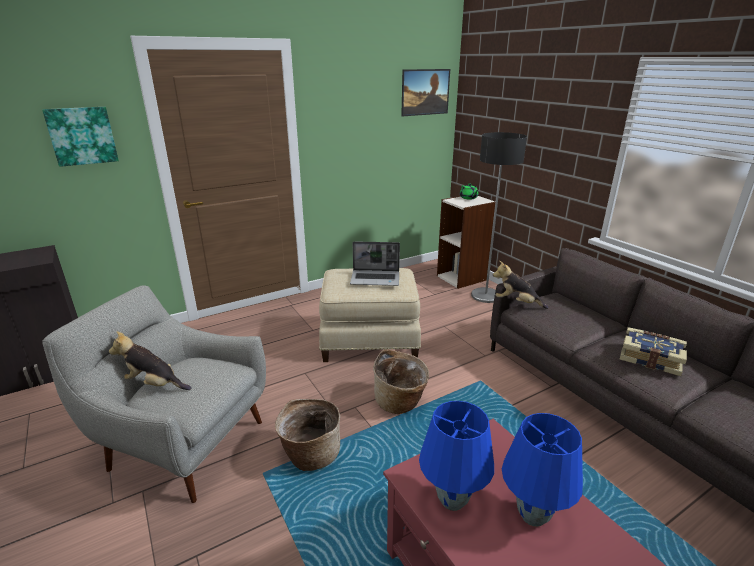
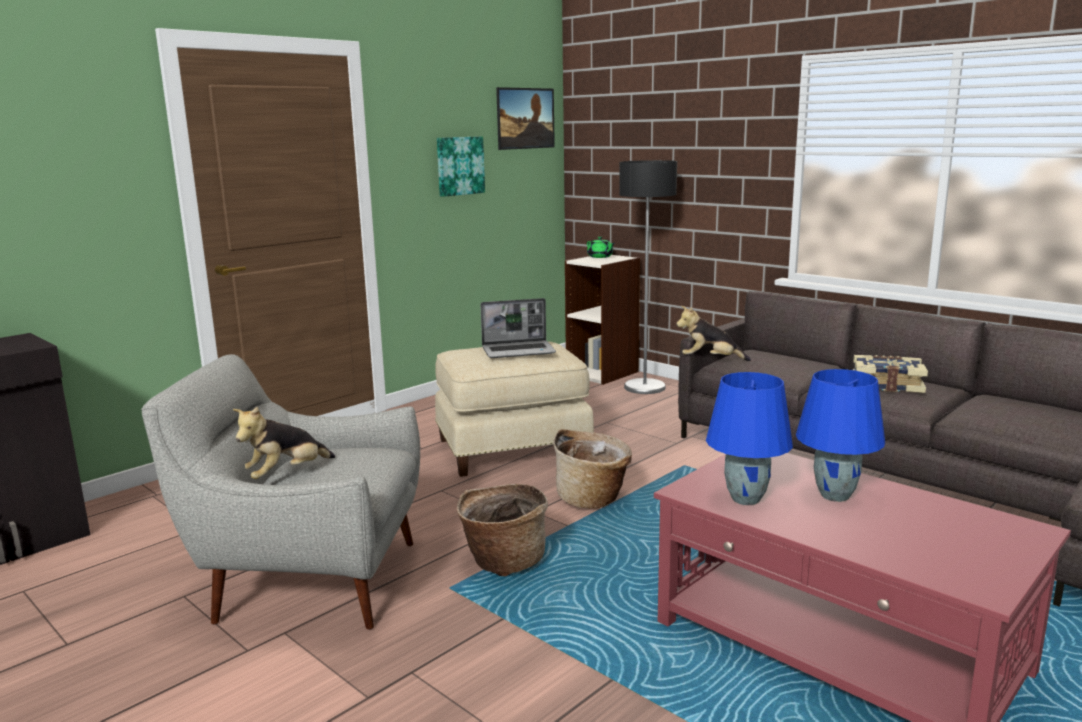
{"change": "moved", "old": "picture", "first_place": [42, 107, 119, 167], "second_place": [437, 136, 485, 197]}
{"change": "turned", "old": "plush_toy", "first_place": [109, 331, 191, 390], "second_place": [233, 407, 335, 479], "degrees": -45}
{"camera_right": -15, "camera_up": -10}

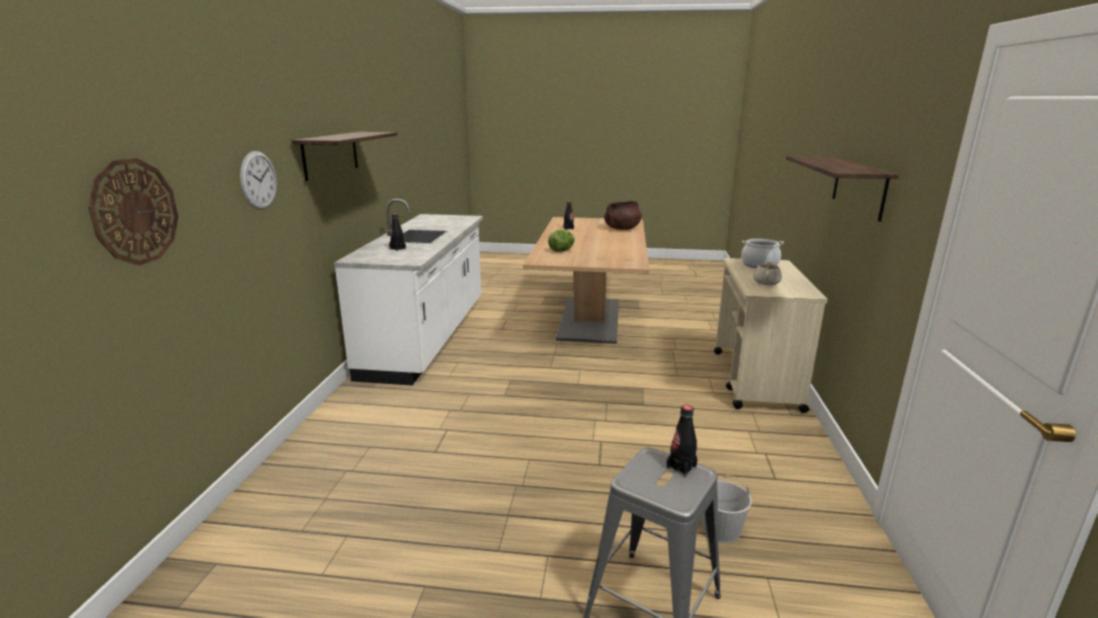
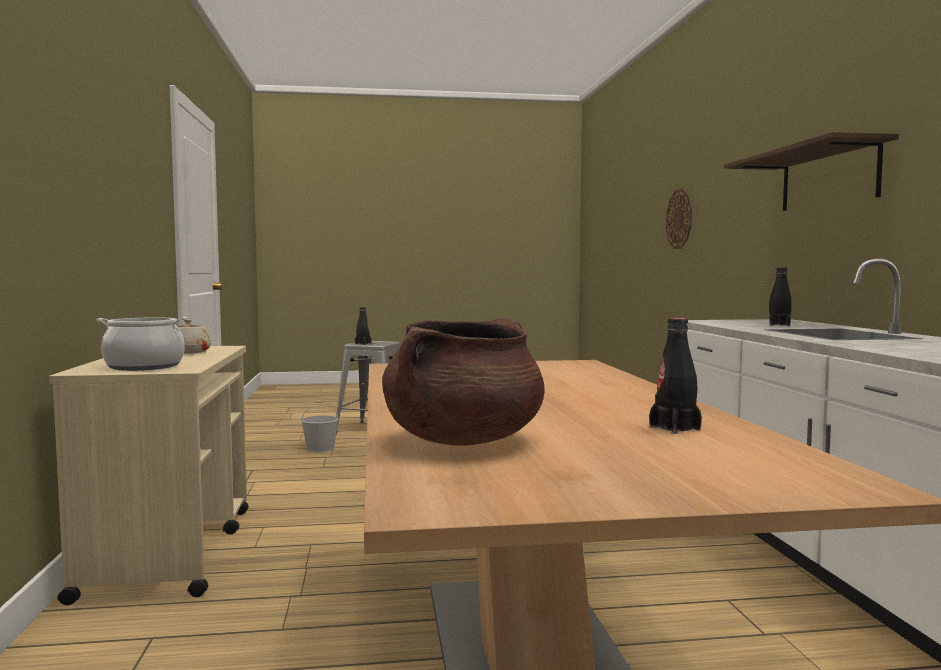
{"change": "removed", "old": "wall_clock", "first_place": [240, 151, 277, 210]}
{"change": "removed", "old": "lettuce", "first_place": [548, 230, 575, 252]}
{"change": "removed", "old": "shelf", "first_place": [786, 156, 899, 221]}
{"camera_right": 165, "camera_up": -15}

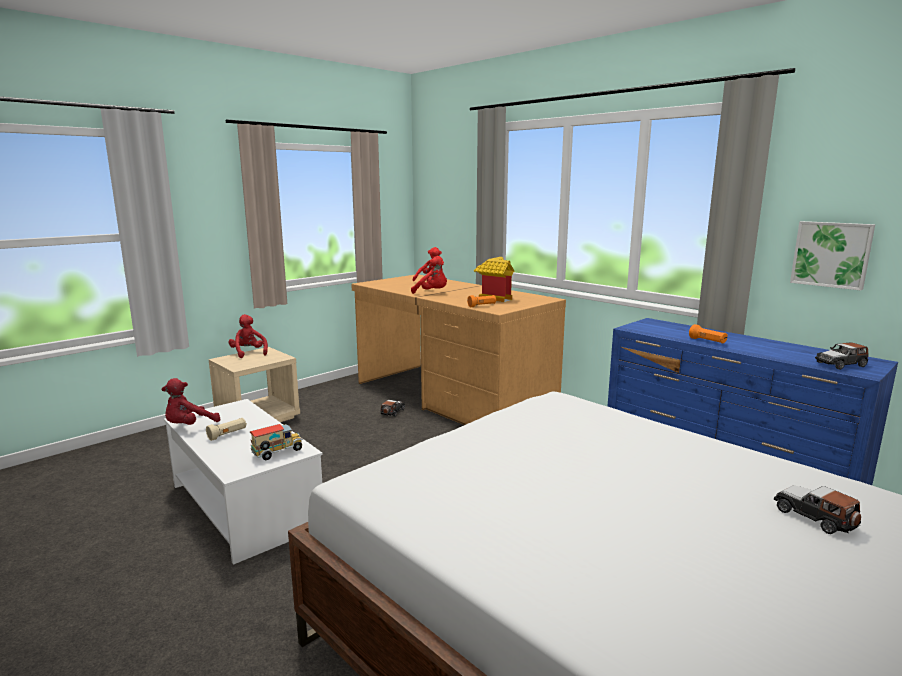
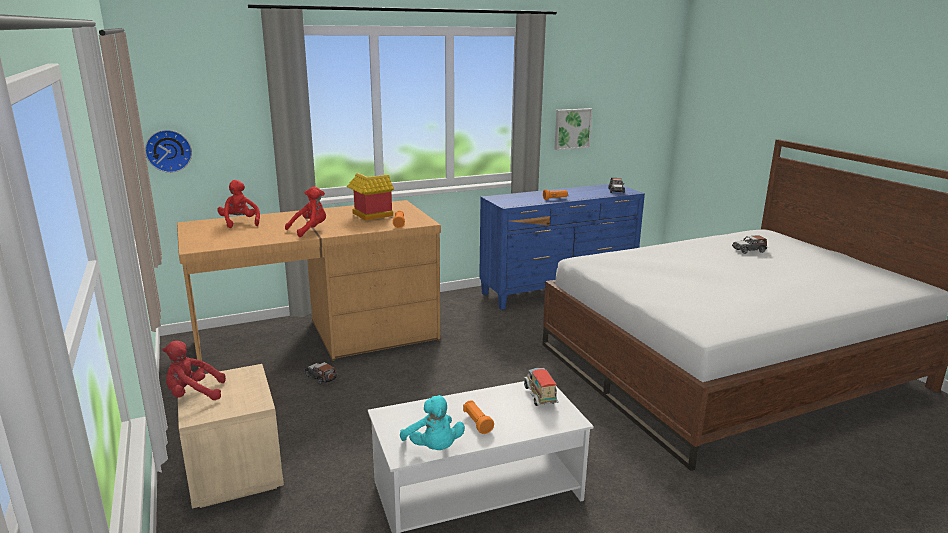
{"change": "added", "new": "wall_clock", "second_place": [145, 130, 192, 173]}
{"change": "recoloured", "old": "red_plush_toy", "new": "turquoise_plush_toy", "first_place": [161, 378, 220, 425], "second_place": [400, 395, 465, 450]}
{"change": "recoloured", "old": "beige_flashlight", "new": "orange_flashlight", "first_place": [206, 418, 247, 441], "second_place": [463, 400, 494, 434]}
{"camera_right": -70, "camera_up": 5}

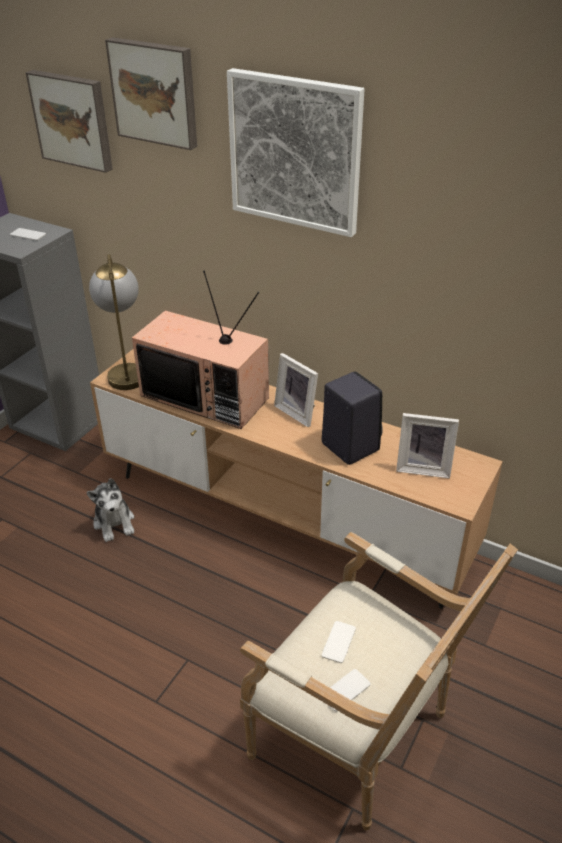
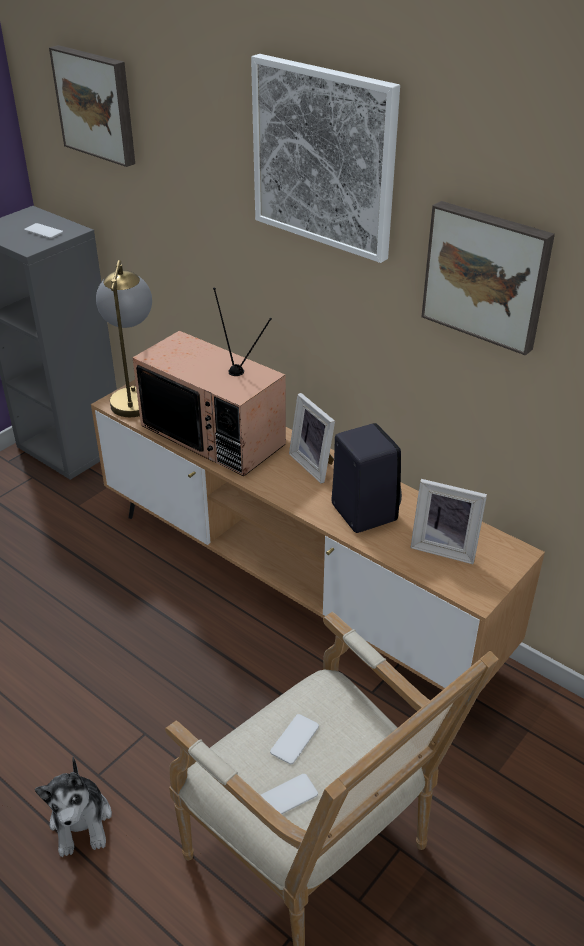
{"change": "moved", "old": "plush_toy", "first_place": [86, 478, 134, 542], "second_place": [35, 757, 112, 857]}
{"change": "moved", "old": "picture", "first_place": [105, 37, 197, 150], "second_place": [421, 201, 555, 356]}
{"camera_right": 10, "camera_up": 0}

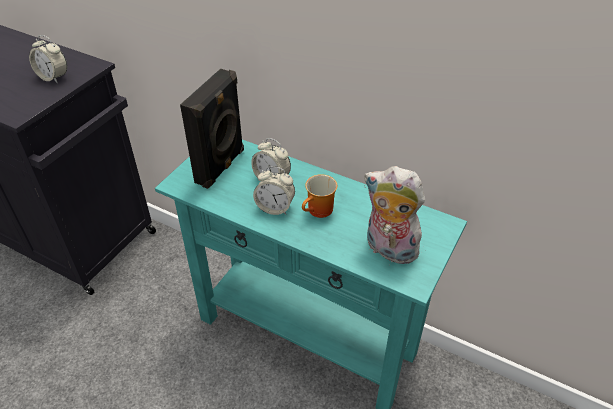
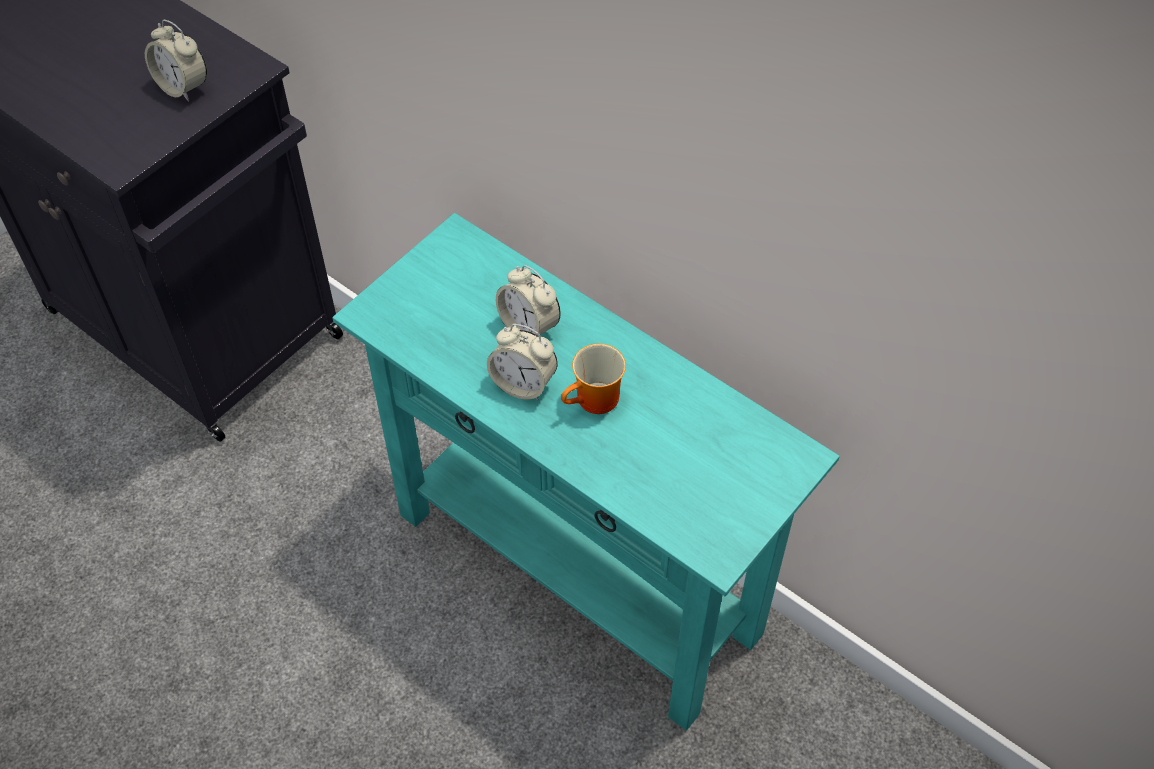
{"change": "removed", "old": "black_speaker", "first_place": [180, 69, 244, 189]}
{"change": "removed", "old": "plush_toy", "first_place": [364, 166, 425, 264]}
{"camera_right": 10, "camera_up": 10}

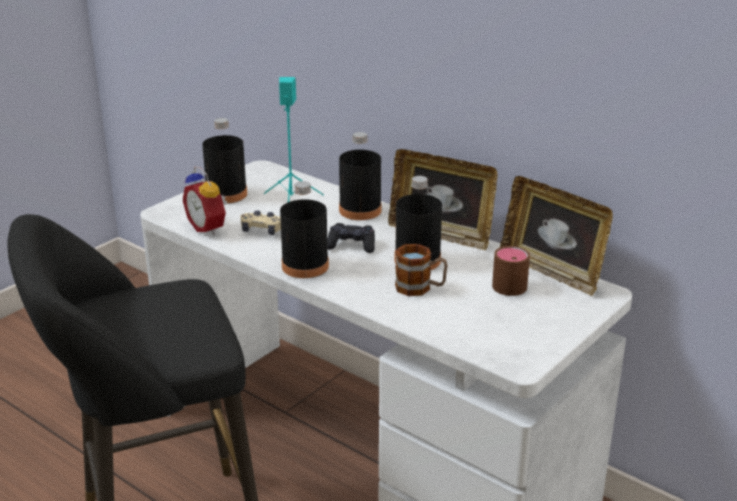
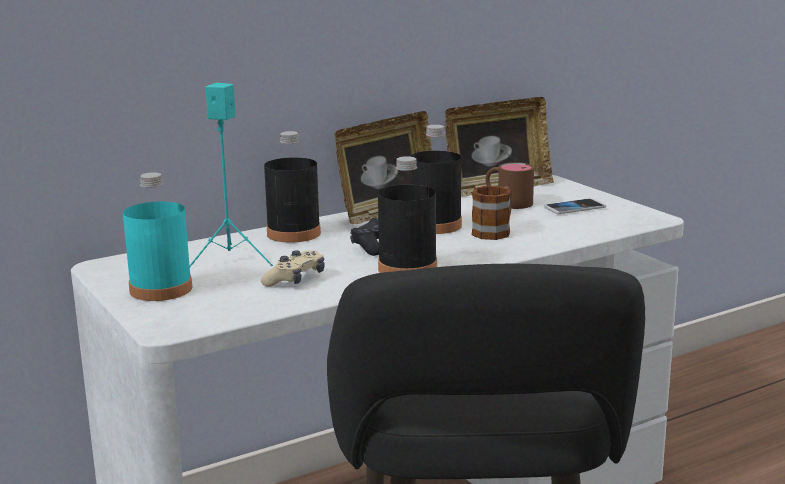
{"change": "removed", "old": "alarm_clock", "first_place": [183, 166, 227, 235]}
{"change": "added", "new": "phone", "second_place": [544, 199, 606, 214]}
{"change": "recoloured", "old": "black_bottle", "new": "turquoise_bottle", "first_place": [202, 118, 247, 204], "second_place": [123, 172, 192, 301]}
{"camera_right": -70, "camera_up": -10}

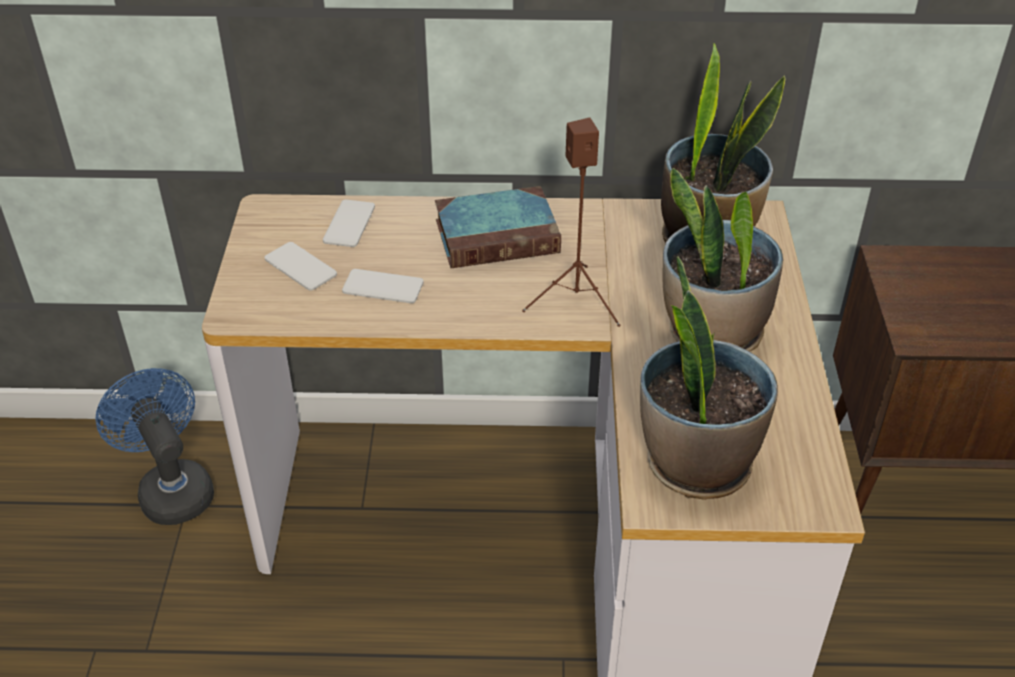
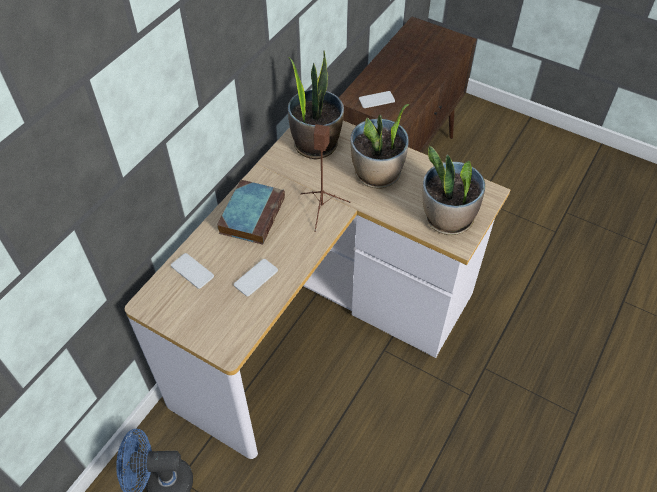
{"change": "moved", "old": "phone", "first_place": [264, 242, 337, 291], "second_place": [359, 91, 395, 108]}
{"camera_right": -60, "camera_up": 10}

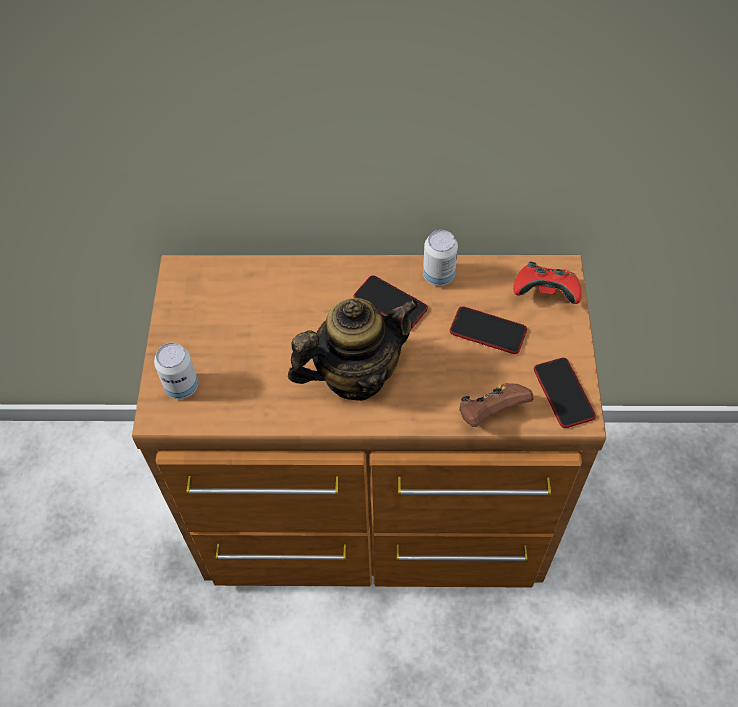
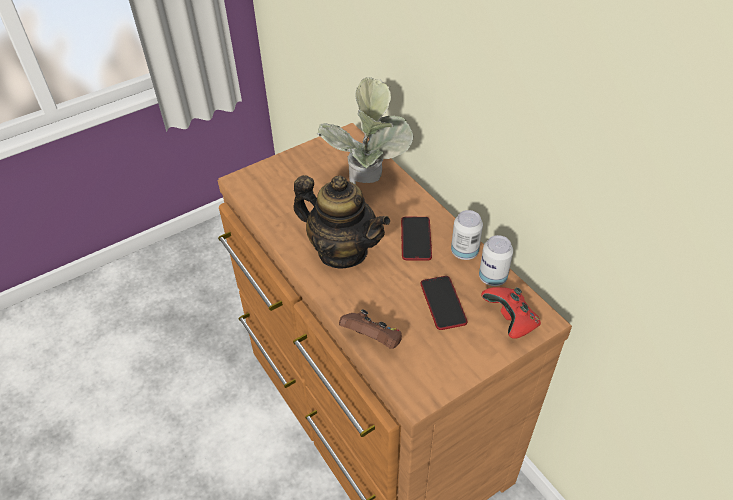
{"change": "removed", "old": "phone", "first_place": [534, 358, 596, 428]}
{"change": "added", "new": "potted_plant", "second_place": [317, 77, 413, 184]}
{"change": "moved", "old": "can", "first_place": [154, 343, 198, 399], "second_place": [479, 235, 513, 286]}
{"camera_right": 55, "camera_up": -10}

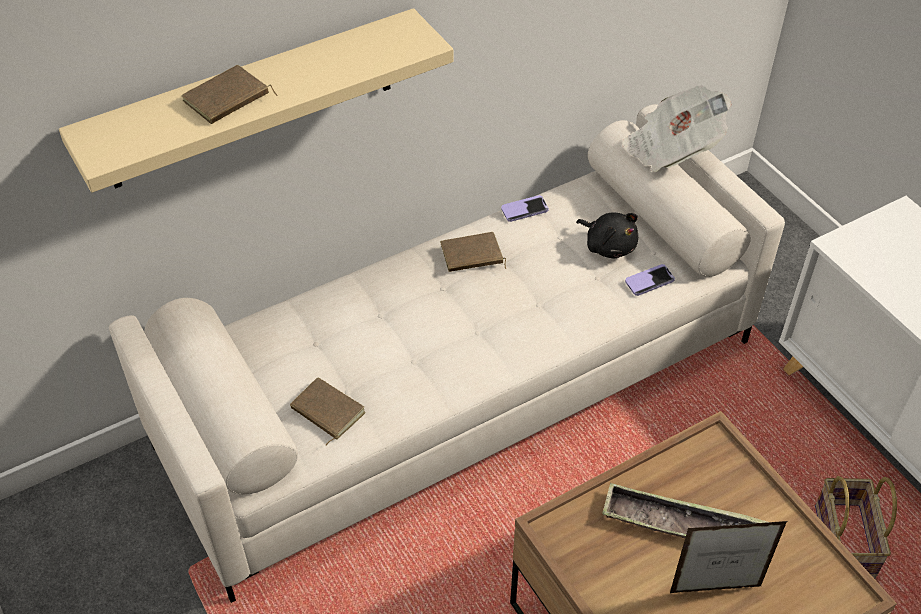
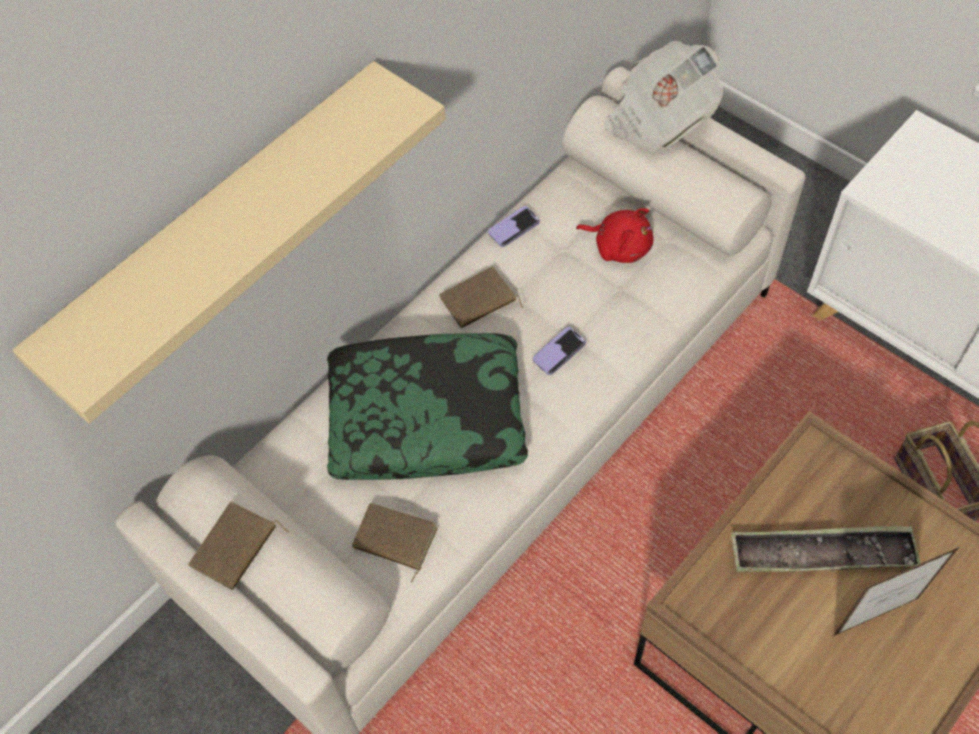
{"change": "added", "new": "pillow", "second_place": [327, 333, 528, 480]}
{"change": "moved", "old": "brown_book", "first_place": [181, 65, 278, 124], "second_place": [188, 502, 289, 590]}
{"change": "moved", "old": "phone", "first_place": [625, 264, 675, 296], "second_place": [533, 327, 586, 375]}
{"change": "recoloured", "old": "black_plush_toy", "new": "red_plush_toy", "first_place": [576, 212, 638, 259], "second_place": [576, 208, 653, 263]}
{"camera_right": -15, "camera_up": 10}

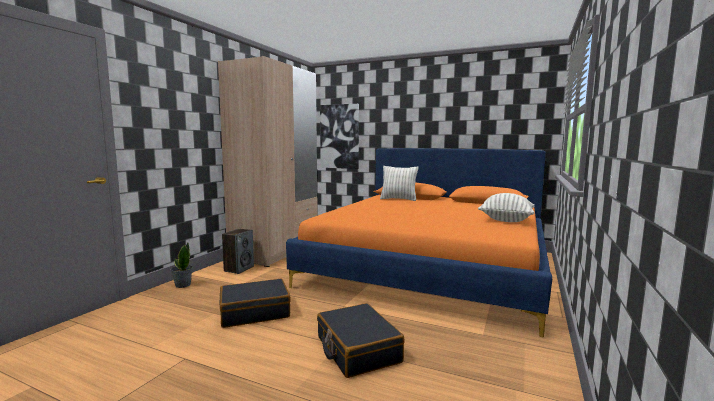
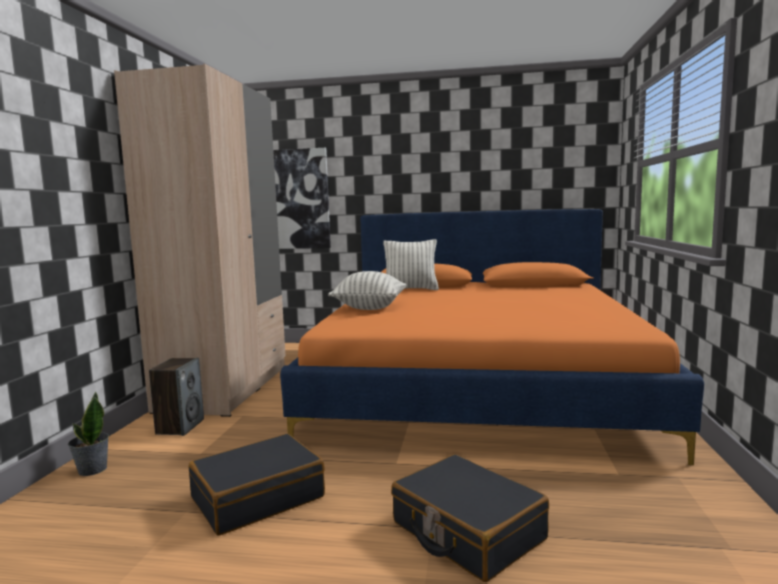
{"change": "moved", "old": "pillow", "first_place": [478, 193, 535, 222], "second_place": [328, 271, 407, 310]}
{"camera_right": -15, "camera_up": 0}

